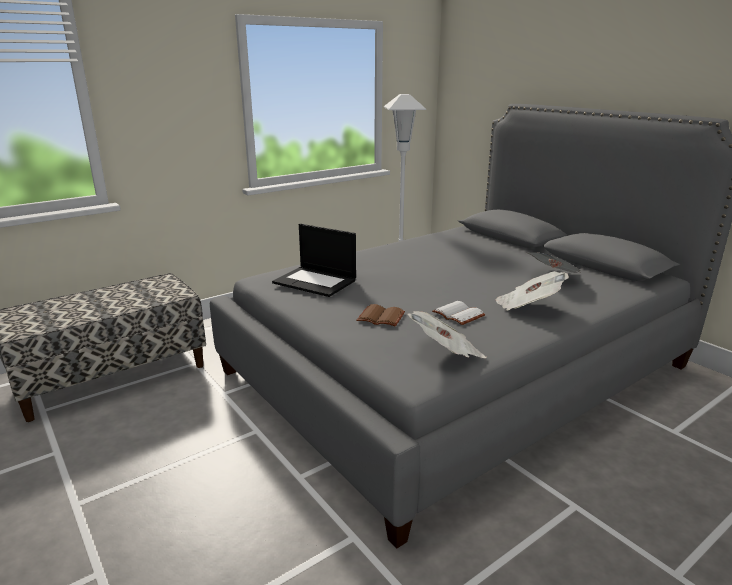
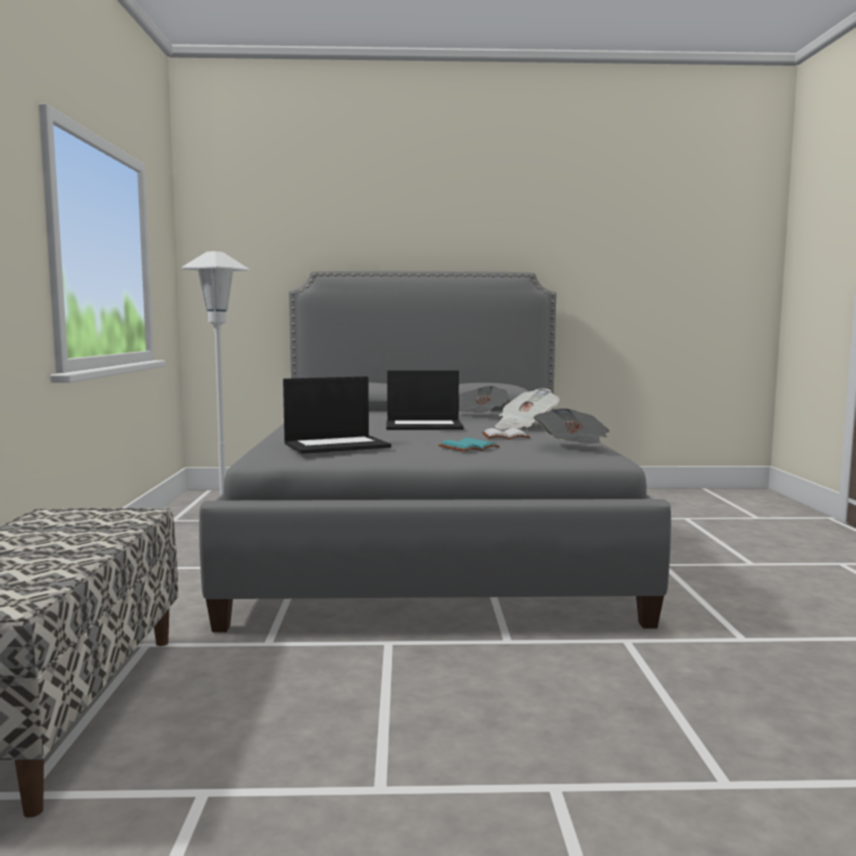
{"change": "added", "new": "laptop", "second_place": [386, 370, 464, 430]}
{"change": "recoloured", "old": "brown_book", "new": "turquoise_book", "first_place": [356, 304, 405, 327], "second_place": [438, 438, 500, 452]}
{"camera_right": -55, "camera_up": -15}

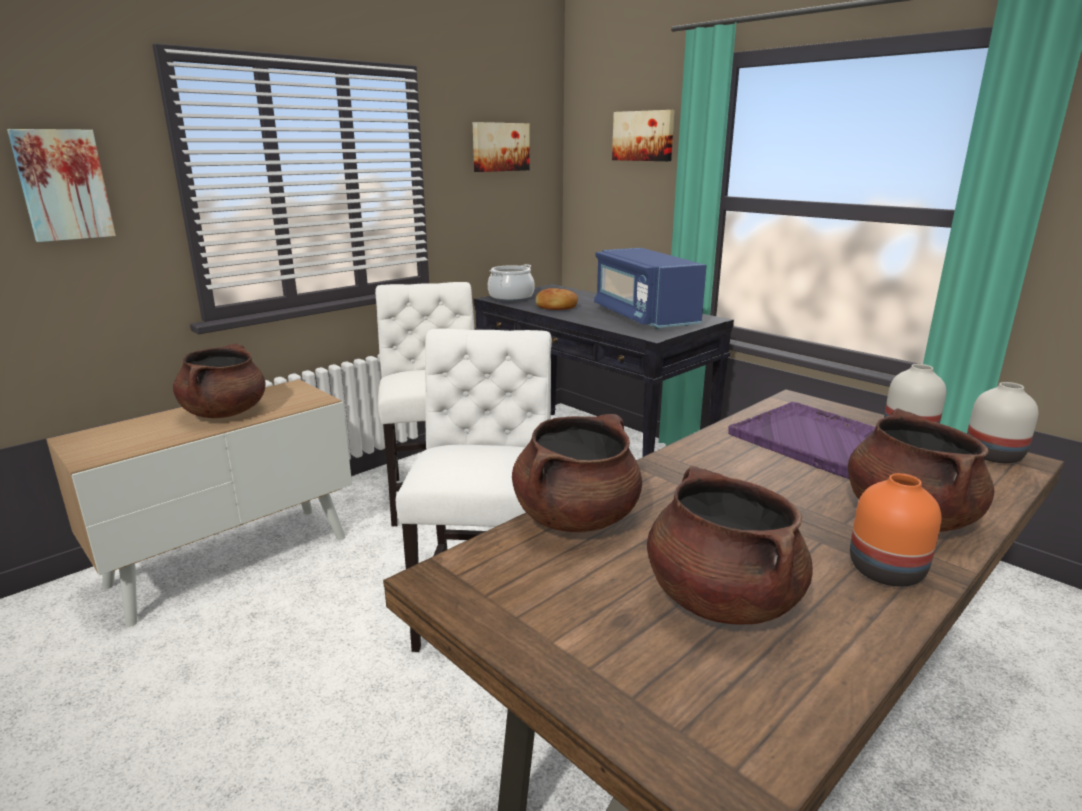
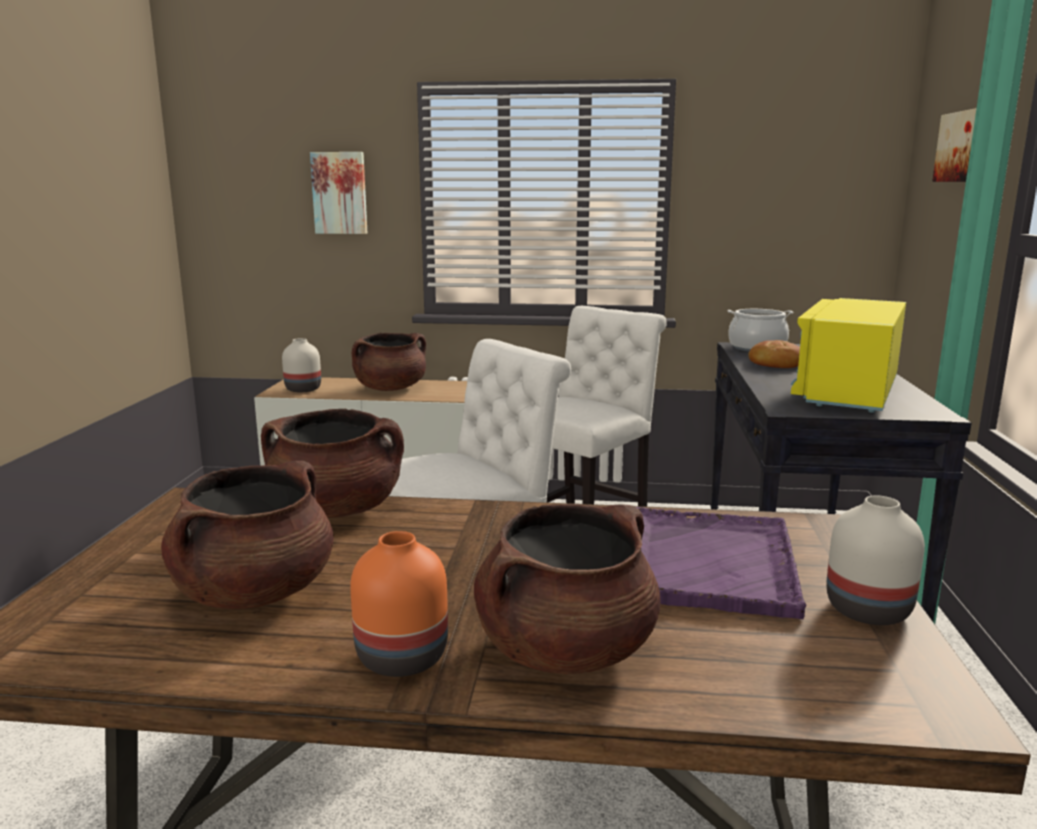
{"change": "removed", "old": "picture", "first_place": [473, 122, 530, 172]}
{"change": "moved", "old": "white_vase", "first_place": [967, 382, 1038, 463], "second_place": [282, 338, 321, 392]}
{"change": "recoloured", "old": "blue_microwave", "new": "yellow_microwave", "first_place": [594, 248, 707, 329], "second_place": [791, 298, 906, 413]}
{"camera_right": 50, "camera_up": -5}

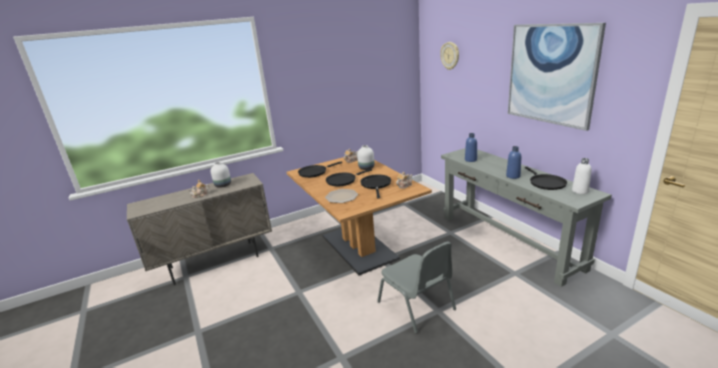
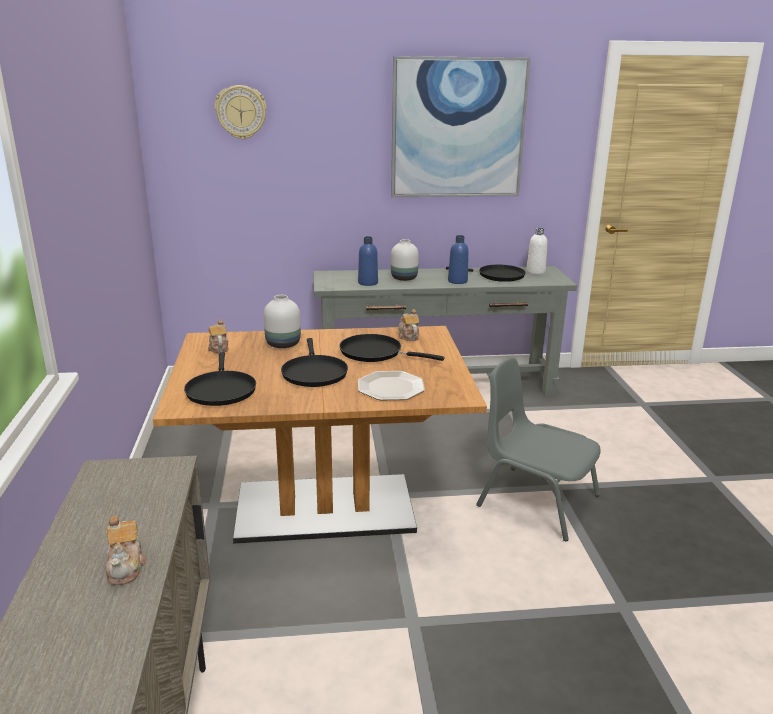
{"change": "moved", "old": "white_vase", "first_place": [211, 162, 231, 188], "second_place": [391, 239, 419, 281]}
{"change": "turned", "old": "grey_chair", "first_place": [377, 241, 456, 334], "second_place": [476, 358, 601, 541], "degrees": -135}
{"camera_right": -70, "camera_up": 0}

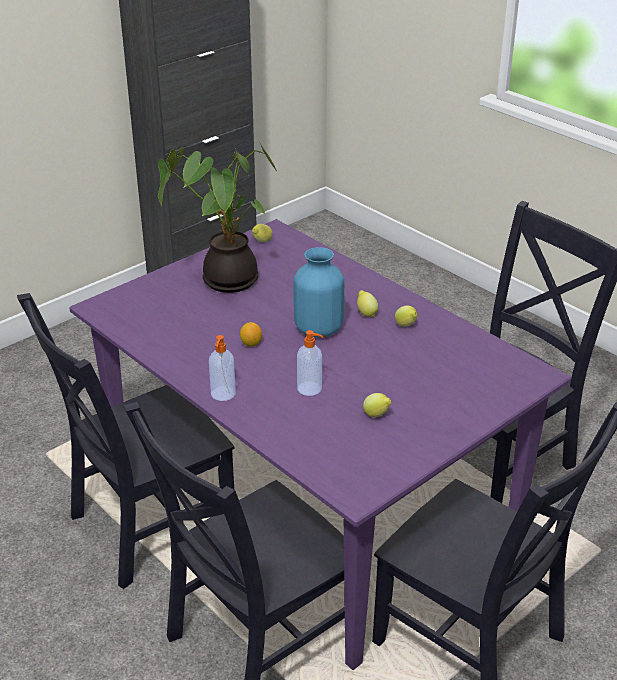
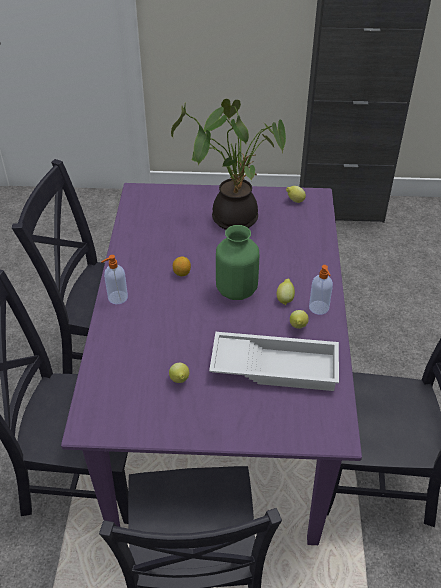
{"change": "added", "new": "white_tray", "second_place": [209, 332, 339, 391]}
{"change": "moved", "old": "soap_dispenser", "first_place": [297, 330, 323, 396], "second_place": [309, 265, 333, 315]}
{"change": "recoloured", "old": "blue_vase", "new": "green_vase", "first_place": [293, 247, 344, 338], "second_place": [216, 225, 259, 300]}
{"camera_right": 45, "camera_up": 10}

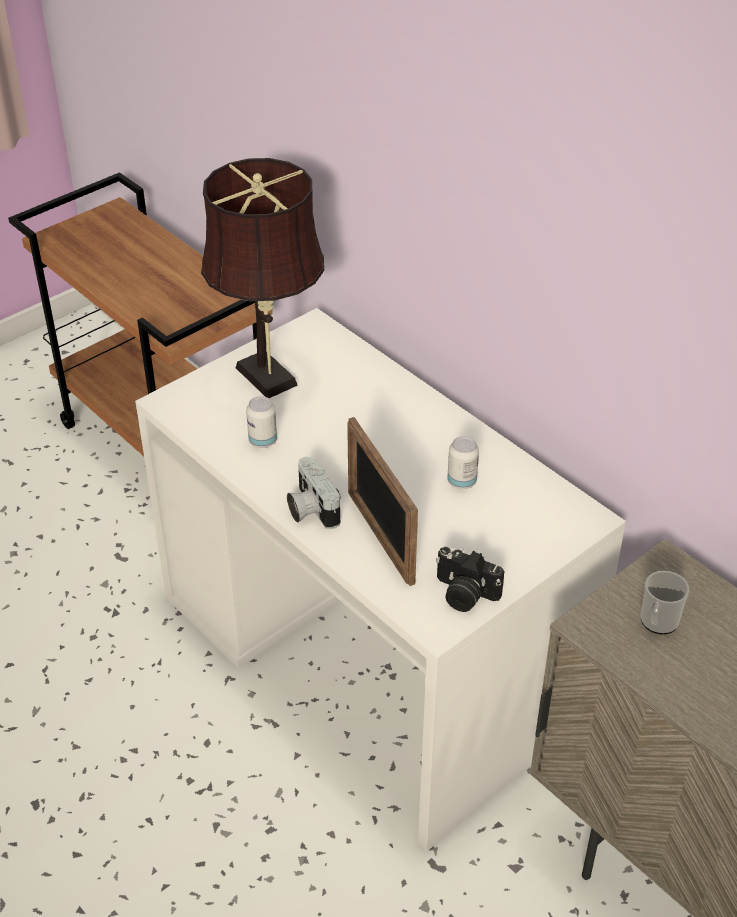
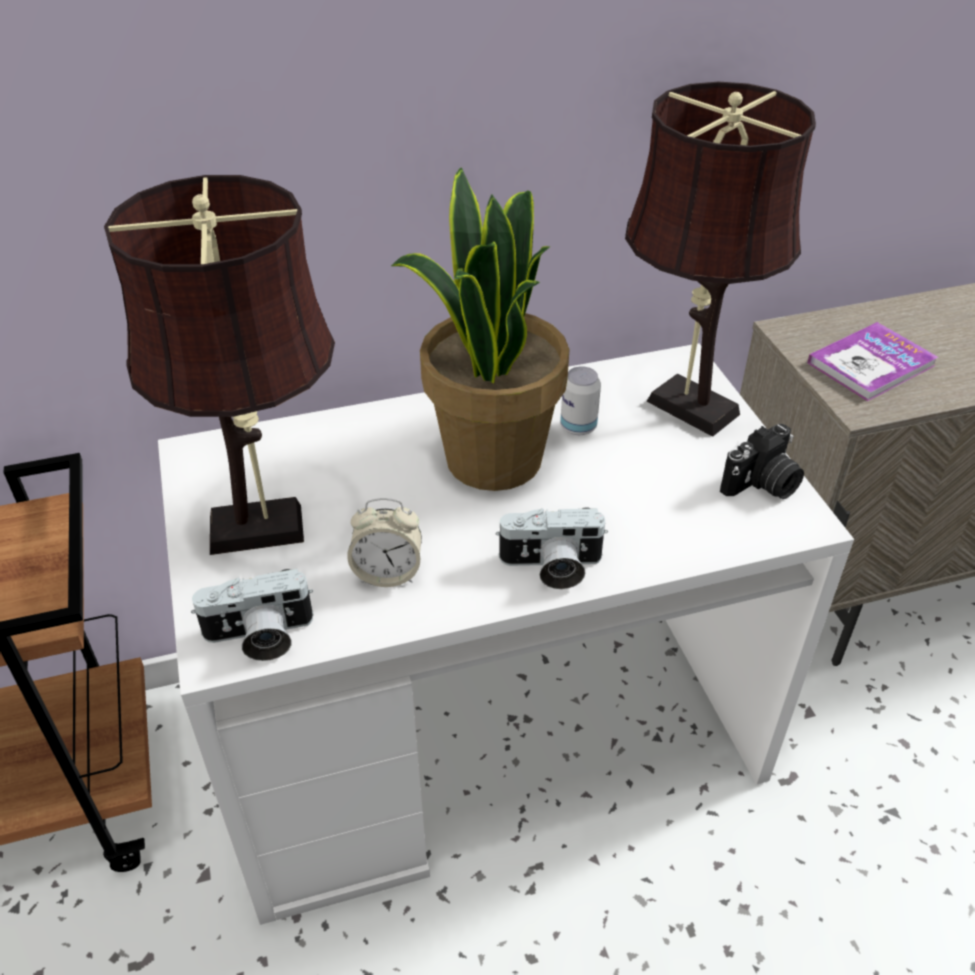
{"change": "removed", "old": "picture_frame", "first_place": [347, 417, 418, 586]}
{"change": "added", "new": "photo_camera", "second_place": [191, 569, 314, 661]}
{"change": "added", "new": "potted_plant", "second_place": [391, 167, 570, 491]}
{"change": "added", "new": "brown_table_lamp", "second_place": [625, 82, 816, 437]}
{"change": "replaced", "old": "can", "new": "alarm_clock", "first_place": [246, 396, 277, 448], "second_place": [347, 498, 422, 587]}
{"change": "replaced", "old": "mug", "new": "book", "first_place": [640, 571, 689, 634], "second_place": [807, 322, 938, 401]}
{"camera_right": -65, "camera_up": 0}

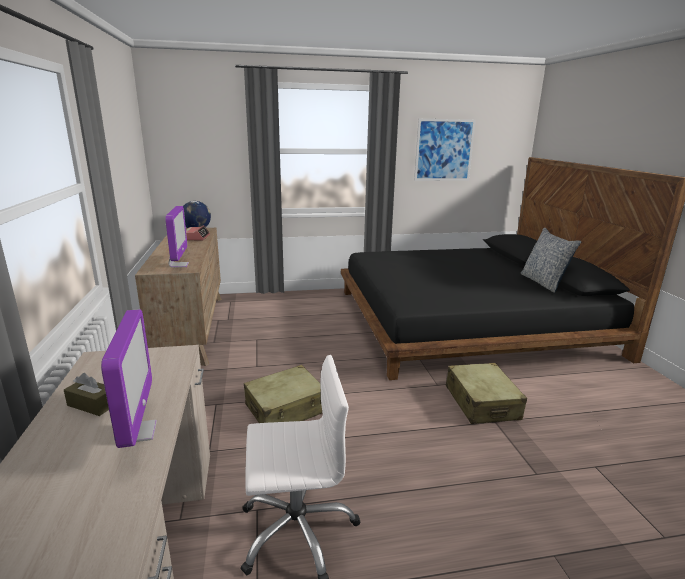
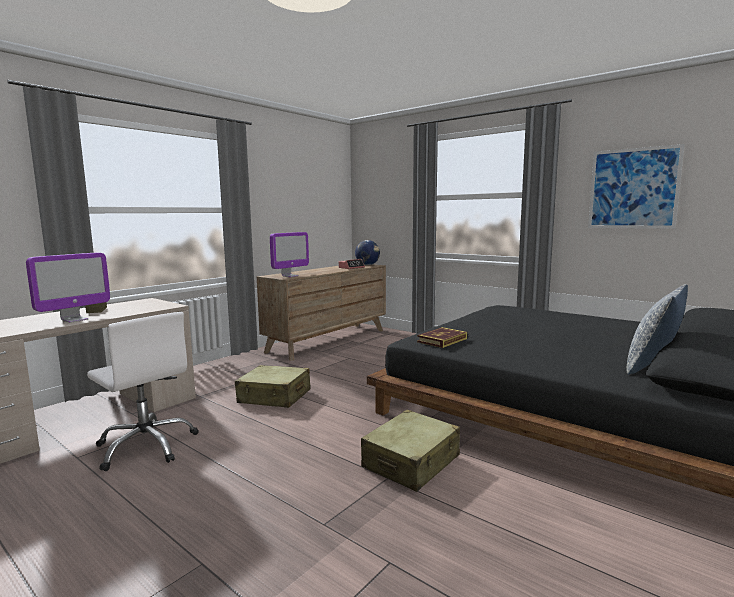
{"change": "added", "new": "book", "second_place": [417, 327, 467, 348]}
{"camera_right": 50, "camera_up": -10}

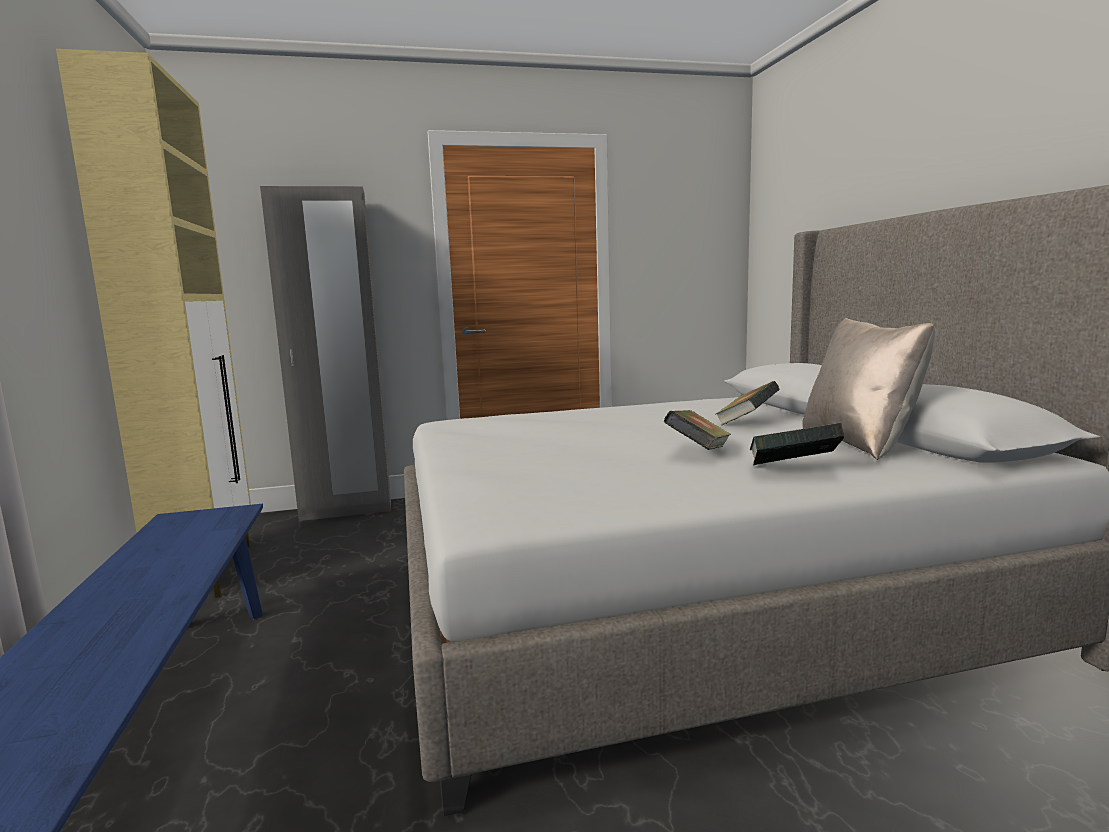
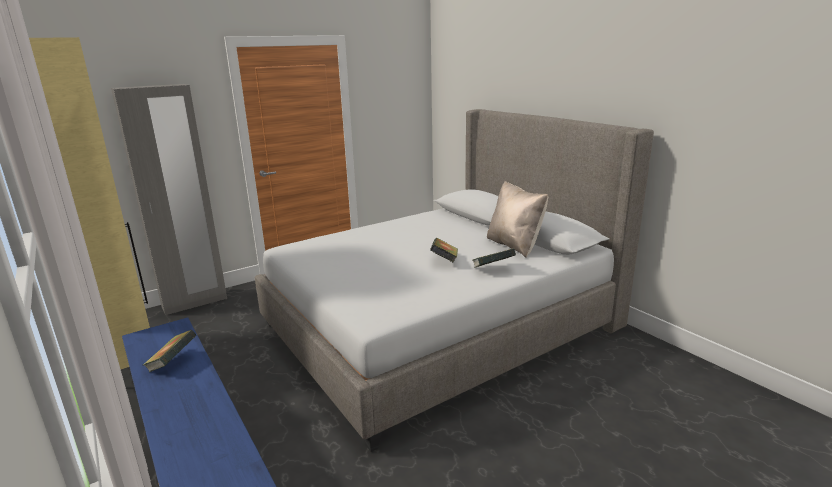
{"change": "moved", "old": "book", "first_place": [715, 381, 780, 425], "second_place": [143, 330, 197, 372]}
{"camera_right": -20, "camera_up": 10}

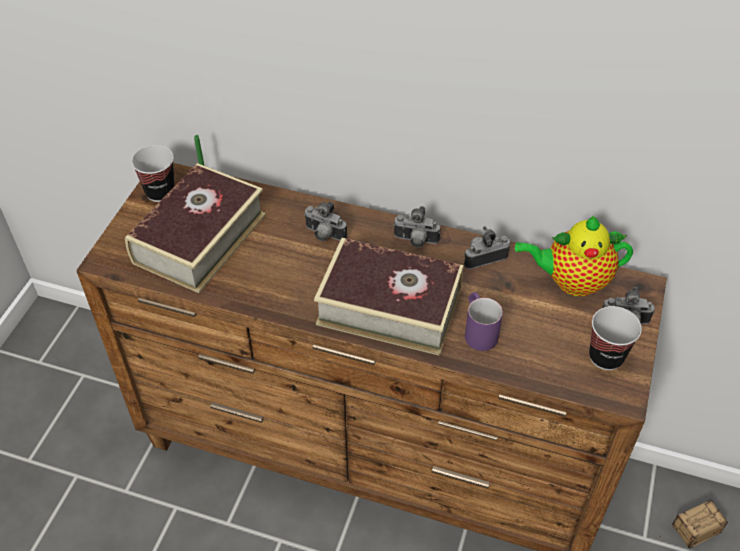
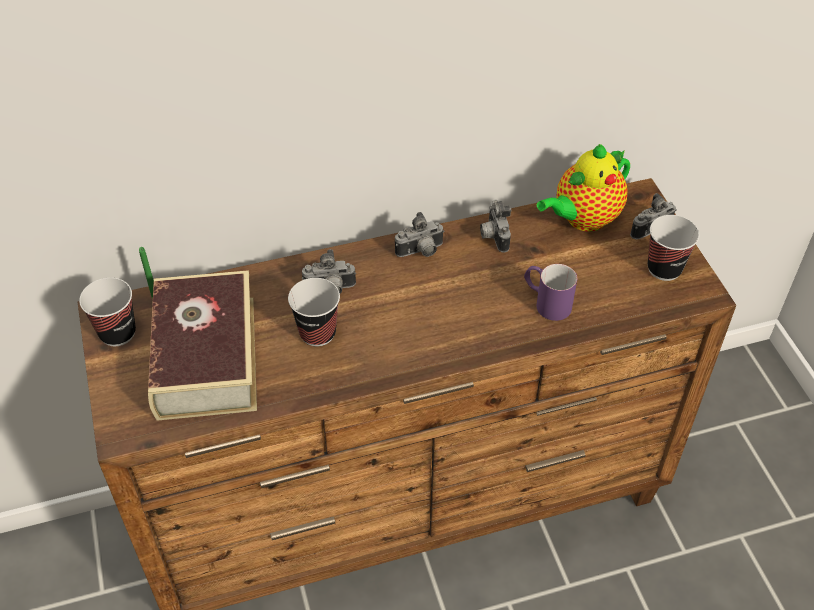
{"change": "removed", "old": "book", "first_place": [314, 238, 464, 356]}
{"change": "removed", "old": "storage_box", "first_place": [660, 499, 728, 548]}
{"change": "added", "new": "cup", "second_place": [288, 278, 340, 346]}
{"change": "turned", "old": "photo_camera", "first_place": [464, 226, 510, 269], "second_place": [480, 200, 511, 252], "degrees": -45}
{"camera_right": -35, "camera_up": 0}

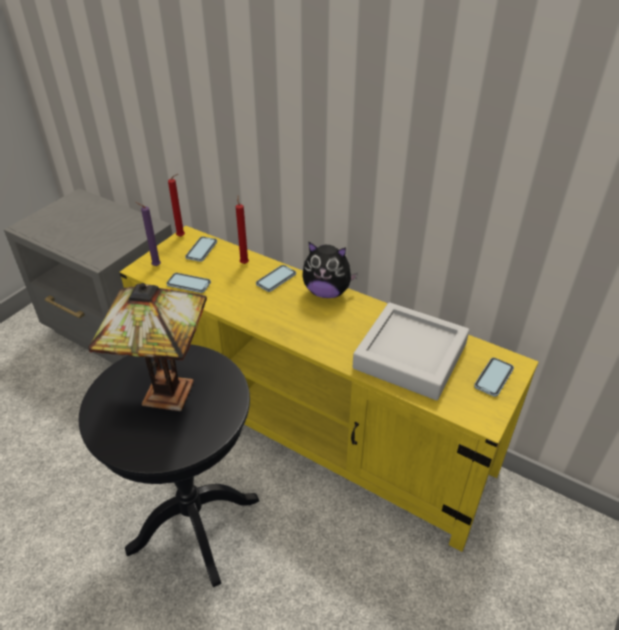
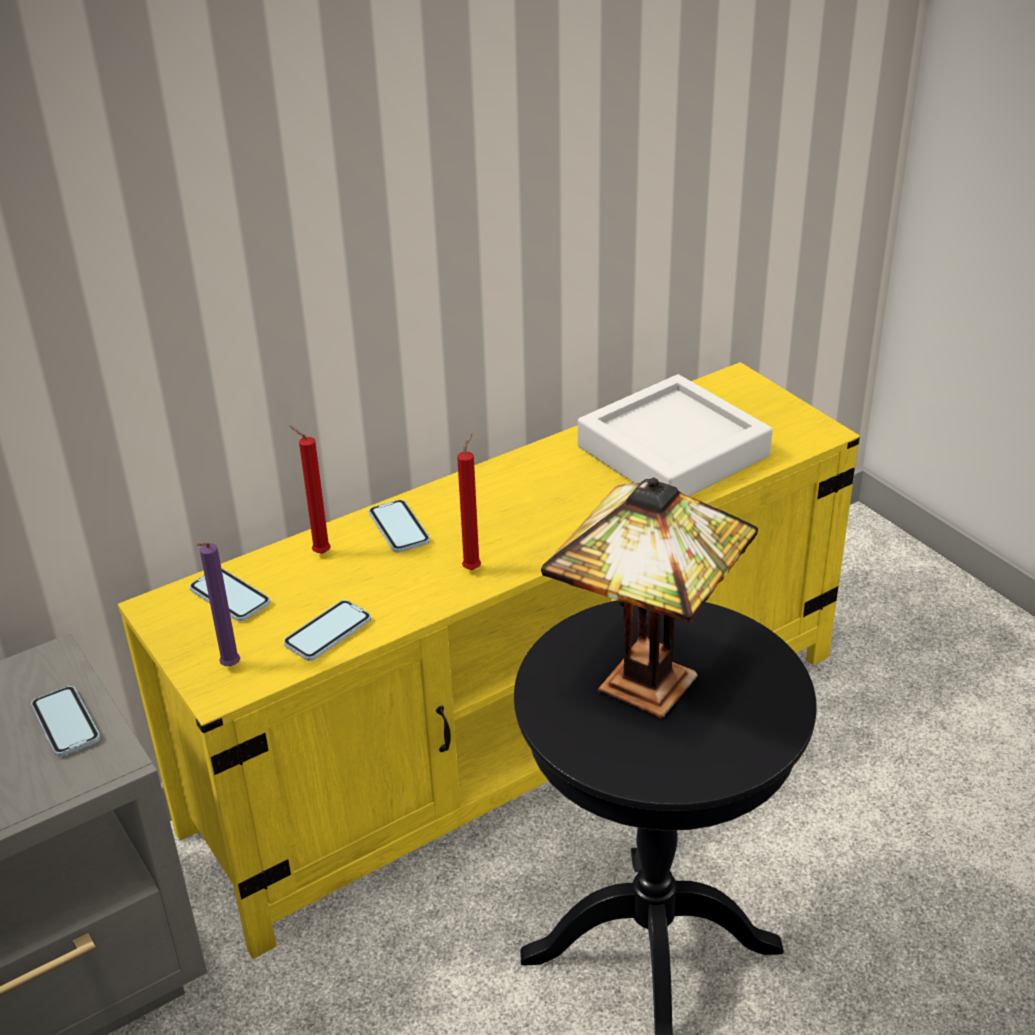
{"change": "removed", "old": "plush_toy", "first_place": [302, 241, 358, 298]}
{"change": "moved", "old": "red_candle", "first_place": [168, 174, 185, 237], "second_place": [457, 434, 481, 570]}
{"change": "moved", "old": "phone", "first_place": [474, 358, 514, 397], "second_place": [31, 686, 100, 756]}
{"camera_right": -65, "camera_up": -5}

